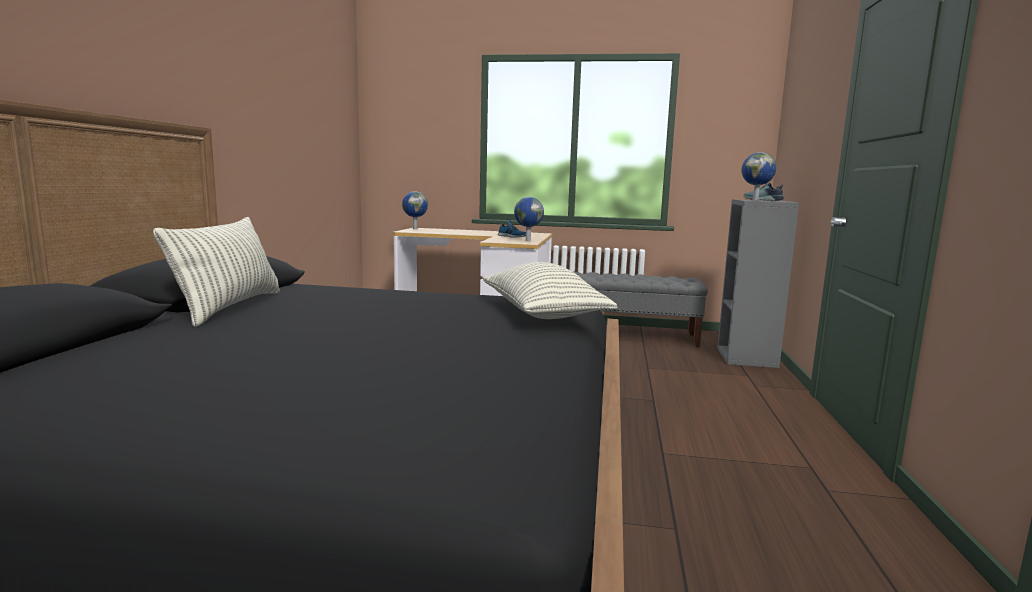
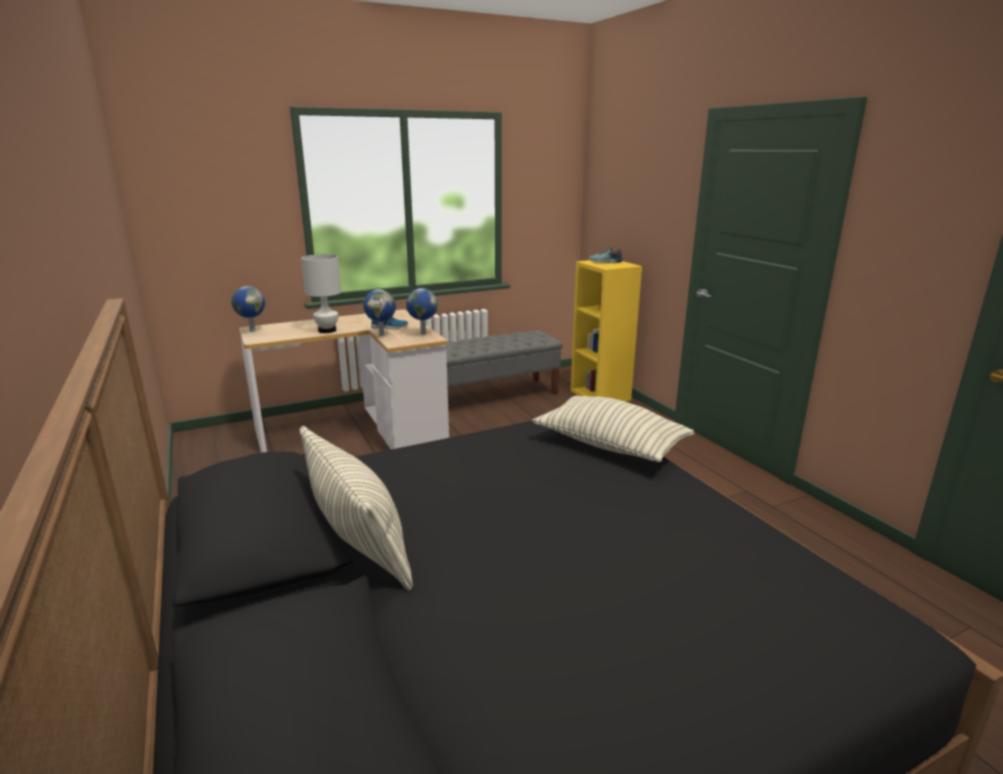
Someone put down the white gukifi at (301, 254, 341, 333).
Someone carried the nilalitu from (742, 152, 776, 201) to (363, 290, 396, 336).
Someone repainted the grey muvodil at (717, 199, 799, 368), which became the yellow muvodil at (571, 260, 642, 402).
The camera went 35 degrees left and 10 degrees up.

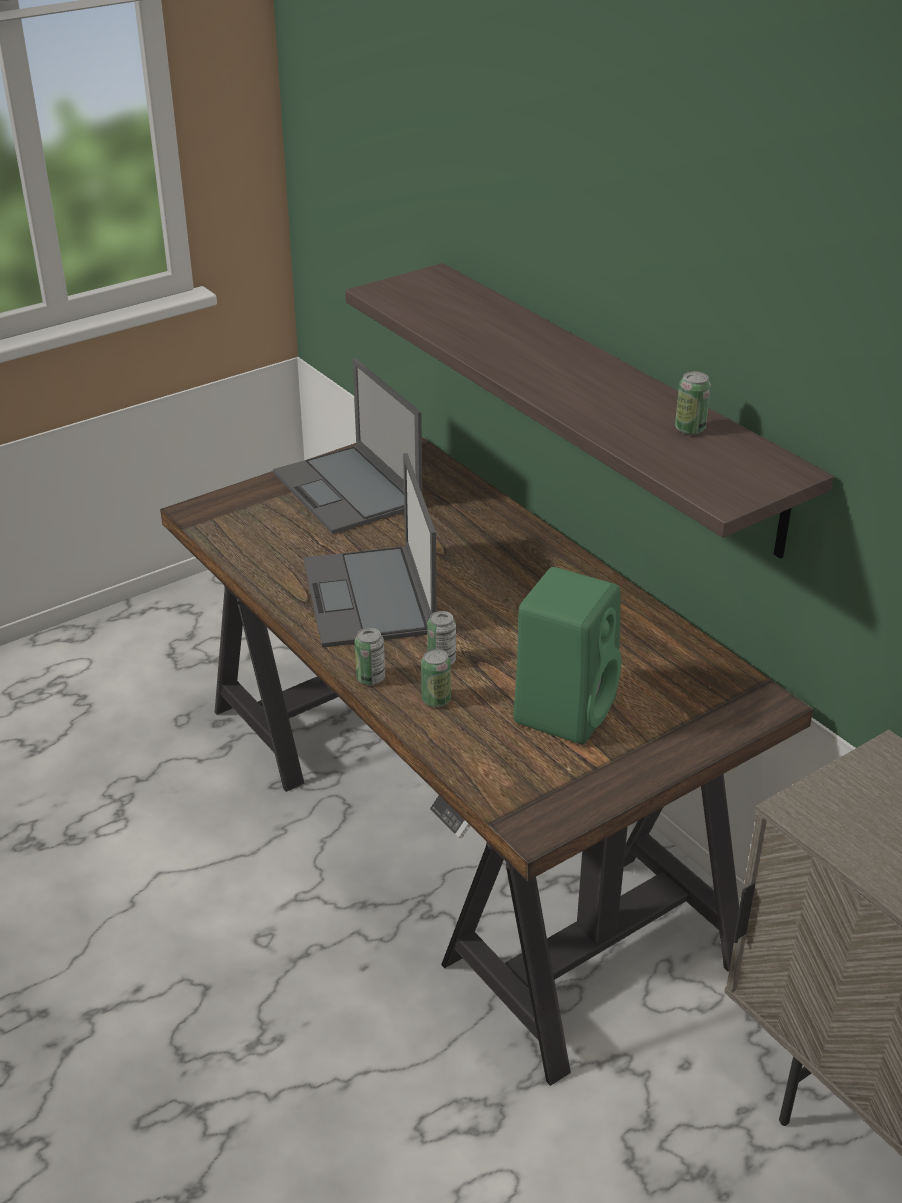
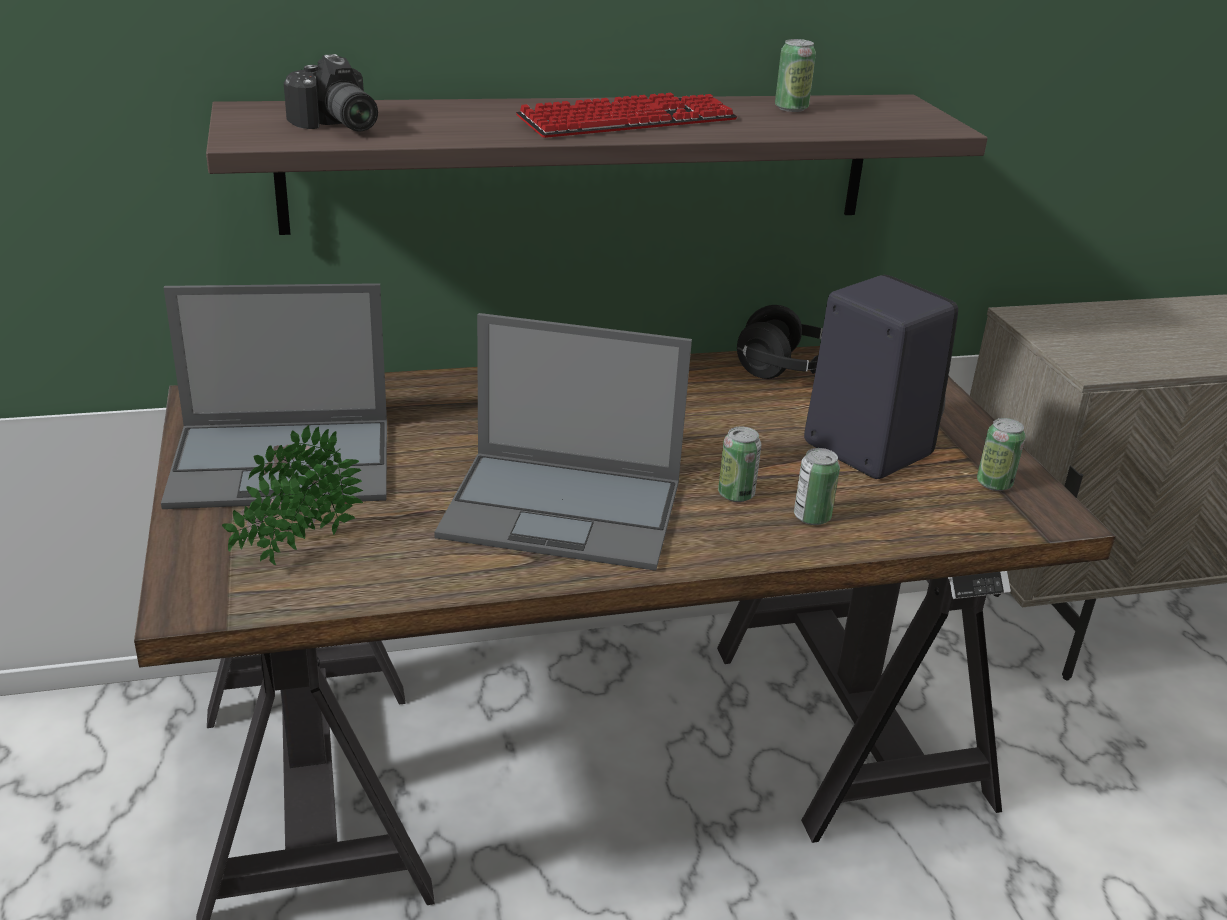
Someone put down the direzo at (222, 425, 363, 565).
Someone put down the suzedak at (284, 54, 378, 131).
Someone put down the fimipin at (516, 93, 738, 138).
Someone put down the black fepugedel at (737, 305, 823, 379).
Someone repainted the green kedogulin at (513, 567, 621, 744), which became the black kedogulin at (804, 275, 958, 479).
Someone carried the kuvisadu from (355, 628, 385, 685) to (977, 418, 1025, 491).
The camera went 70 degrees left and 5 degrees down.

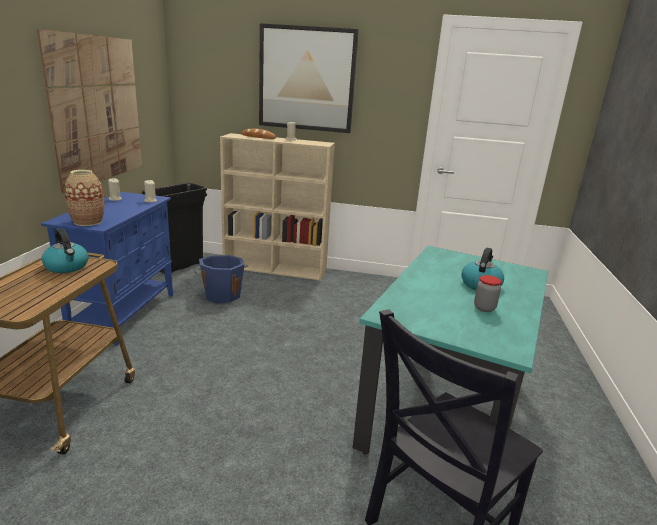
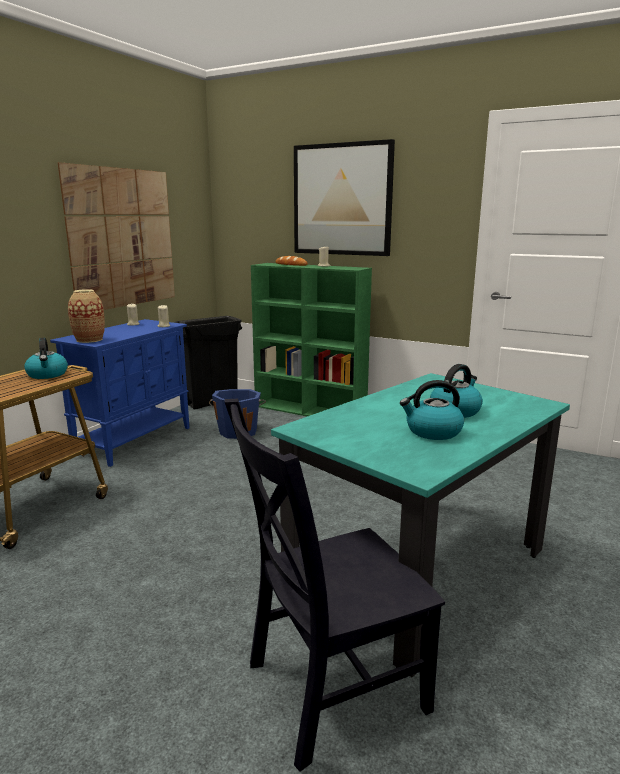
Someone repainted the beige muvodil at (220, 133, 335, 281), which became the green muvodil at (251, 263, 372, 416).
Someone swapped the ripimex at (474, 275, 502, 312) for the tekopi at (400, 380, 464, 440).
The camera went 20 degrees right and 5 degrees down.

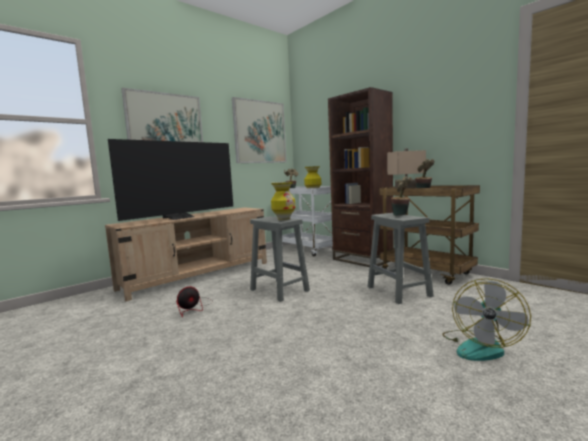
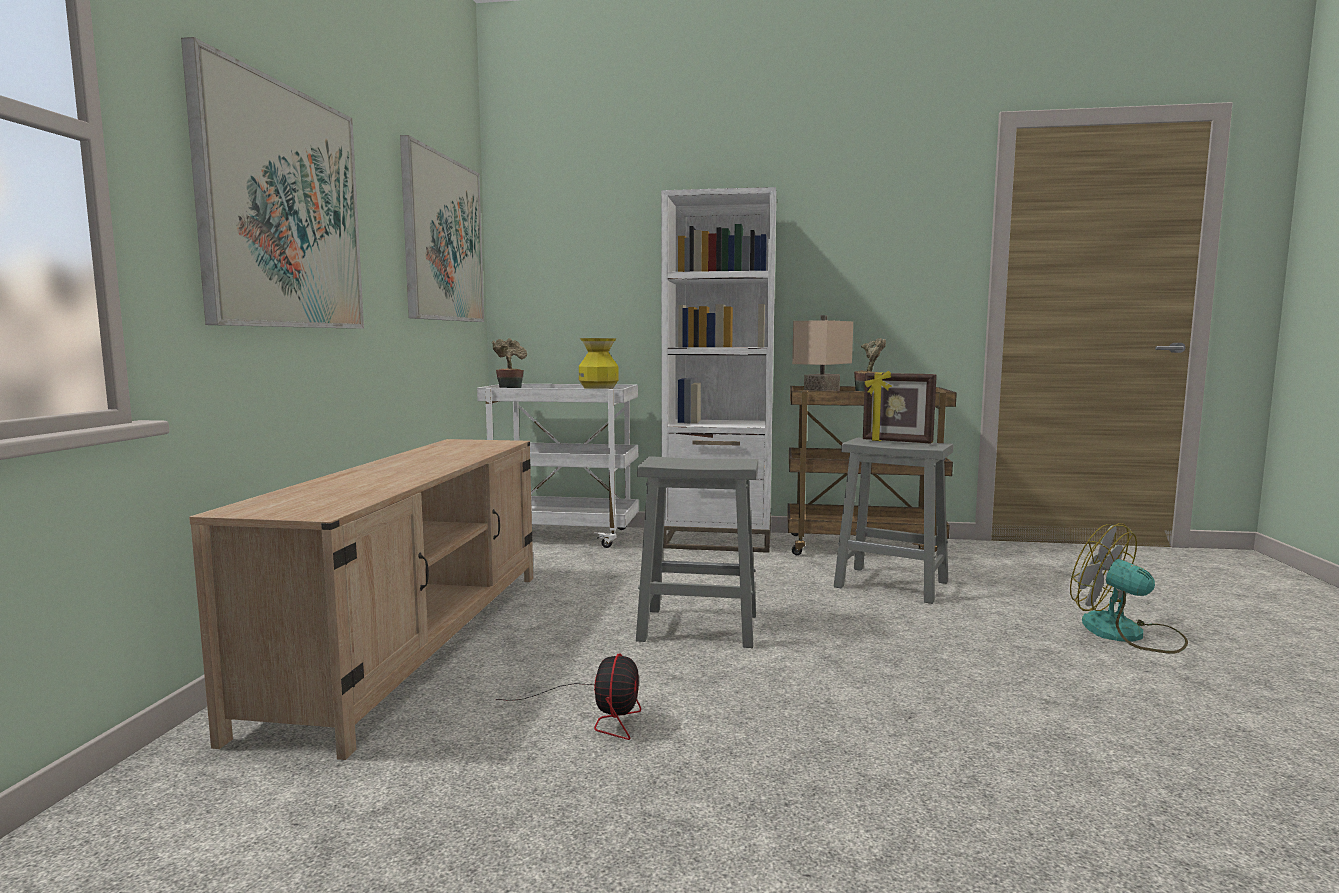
Someone repainted the brown muvodil at (328, 87, 393, 267), which became the white muvodil at (661, 187, 777, 553).
Someone swapped the direzo at (391, 177, 412, 216) for the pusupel at (863, 371, 937, 444).
Someone rotated the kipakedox at (442, 278, 531, 361) by 150 degrees clockwise.
Someone took away the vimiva at (108, 139, 233, 221).
Someone took away the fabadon at (271, 182, 295, 221).
The camera went 40 degrees left and 0 degrees up.

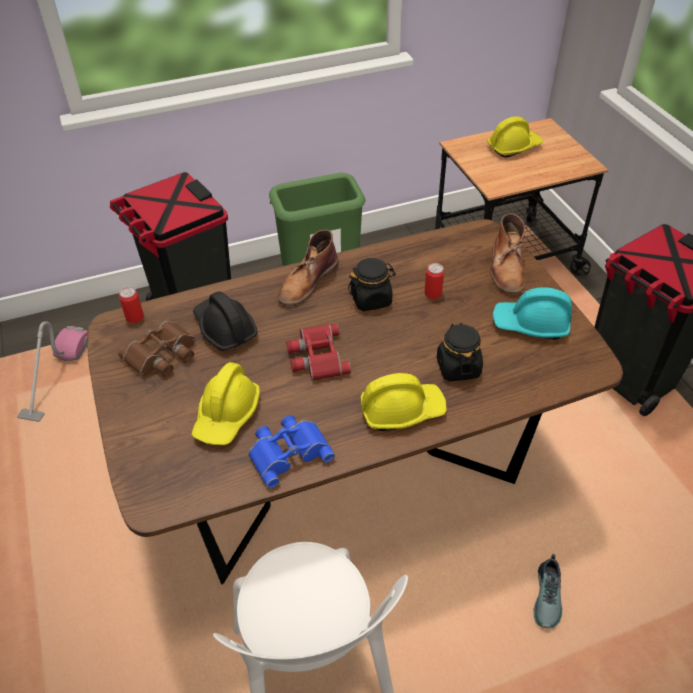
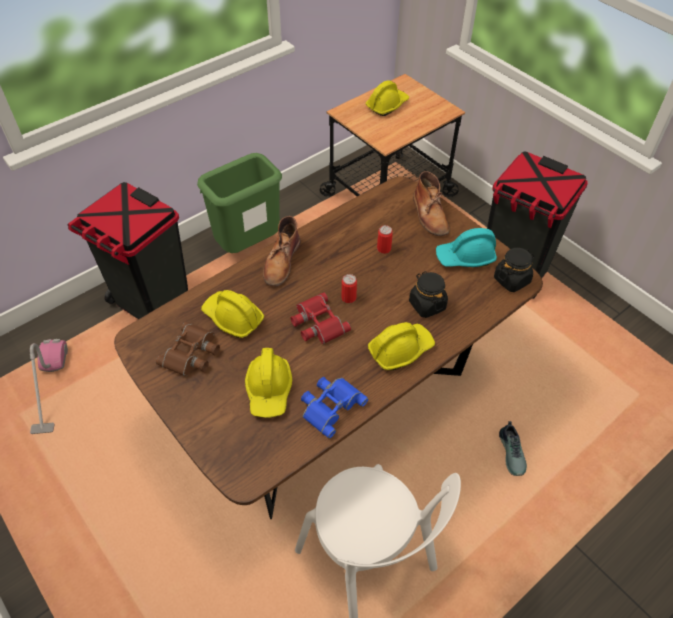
Someone repainted the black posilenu at (193, 291, 258, 351), which became the yellow posilenu at (201, 290, 264, 338).
Someone carried the kuvisadu from (119, 287, 144, 323) to (342, 274, 357, 303).
Someone carried the black ripimex from (348, 258, 396, 311) to (494, 248, 534, 292).
The camera went 20 degrees left and 5 degrees up.

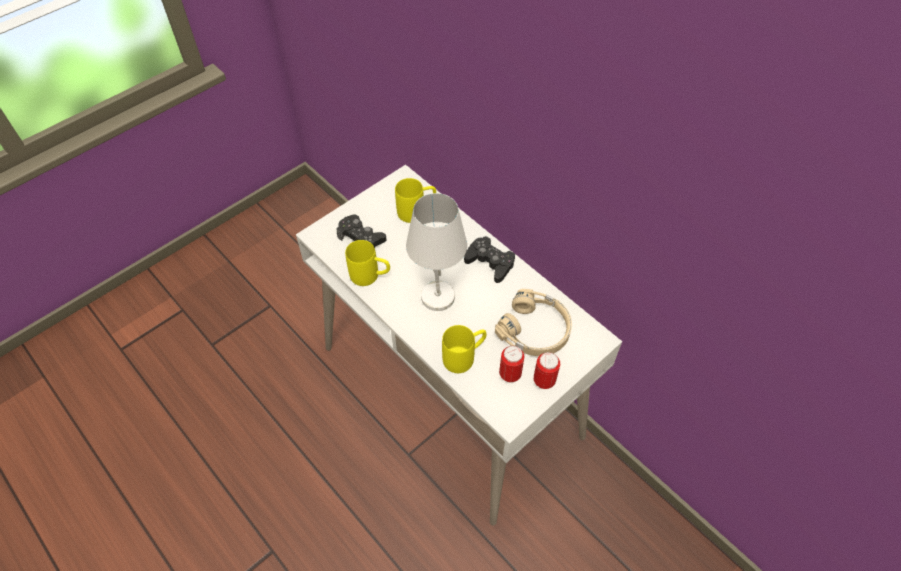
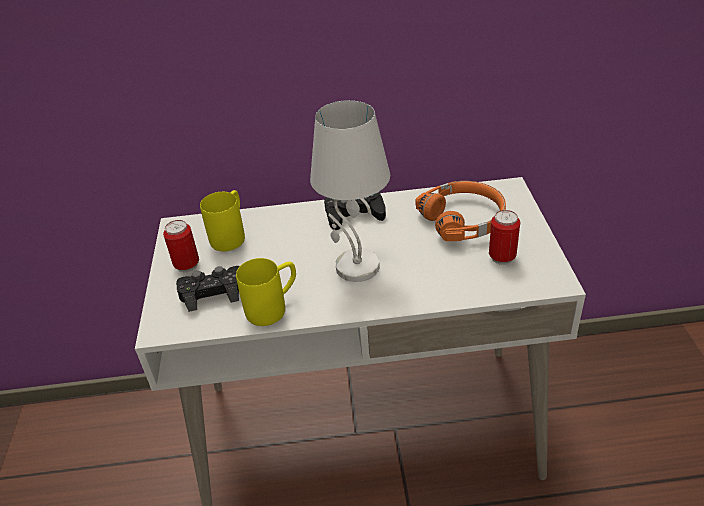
Someone carried the kuvisadu from (534, 352, 560, 389) to (163, 220, 199, 272).
Someone repainted the beige fepugedel at (495, 289, 572, 356), which became the orange fepugedel at (416, 181, 506, 241).
Someone took away the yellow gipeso at (442, 325, 486, 373).
The camera went 50 degrees left and 15 degrees down.

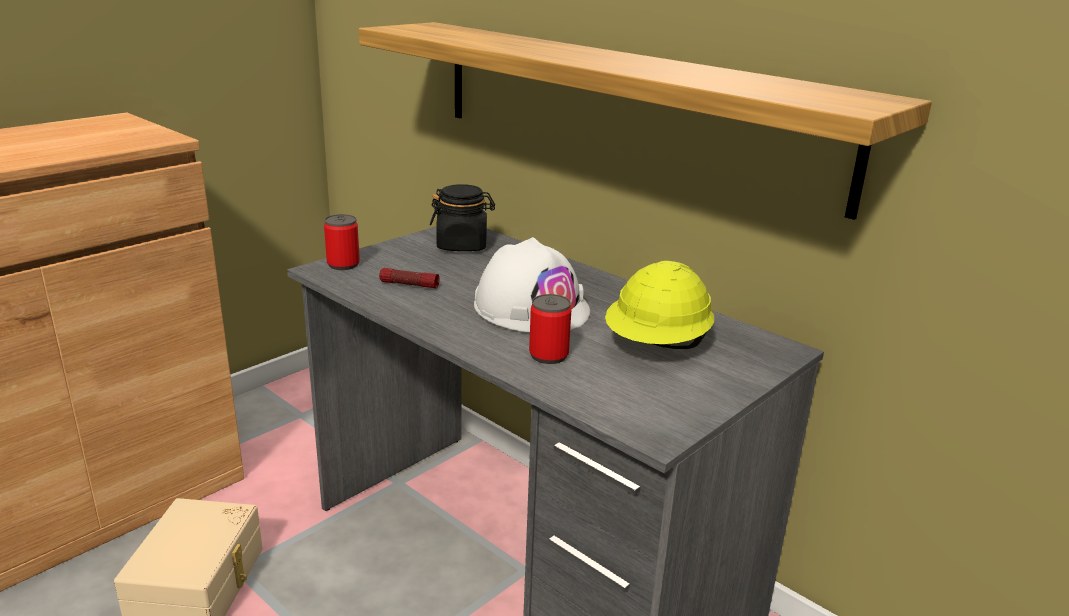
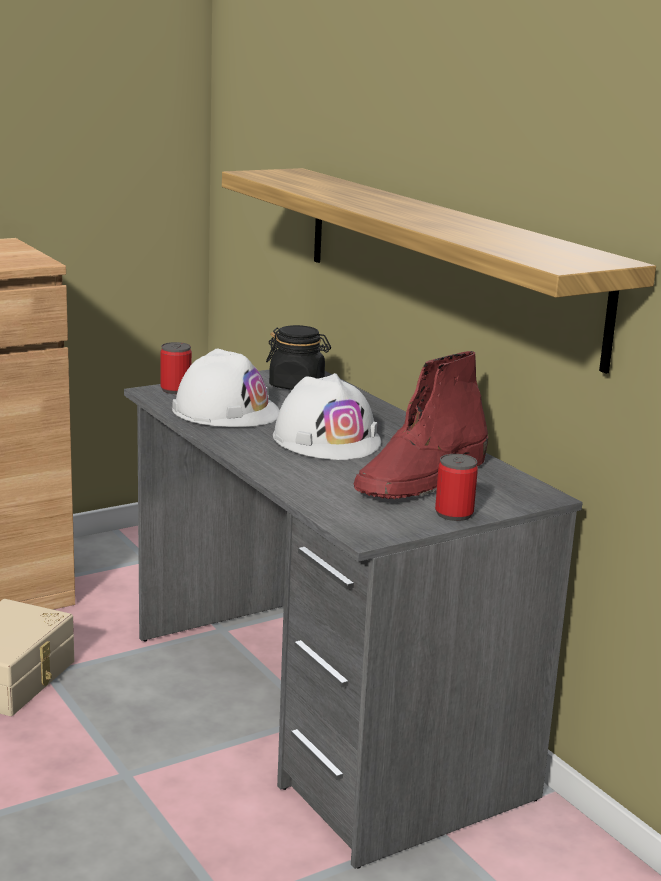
Someone swapped the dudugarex at (379, 268, 440, 288) for the white posilenu at (172, 348, 280, 427).
Someone swapped the yellow posilenu at (605, 261, 714, 349) for the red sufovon at (354, 351, 488, 499).
Someone carried the kuvisadu from (529, 294, 572, 364) to (435, 454, 478, 521).
The camera went 15 degrees right and 5 degrees down.

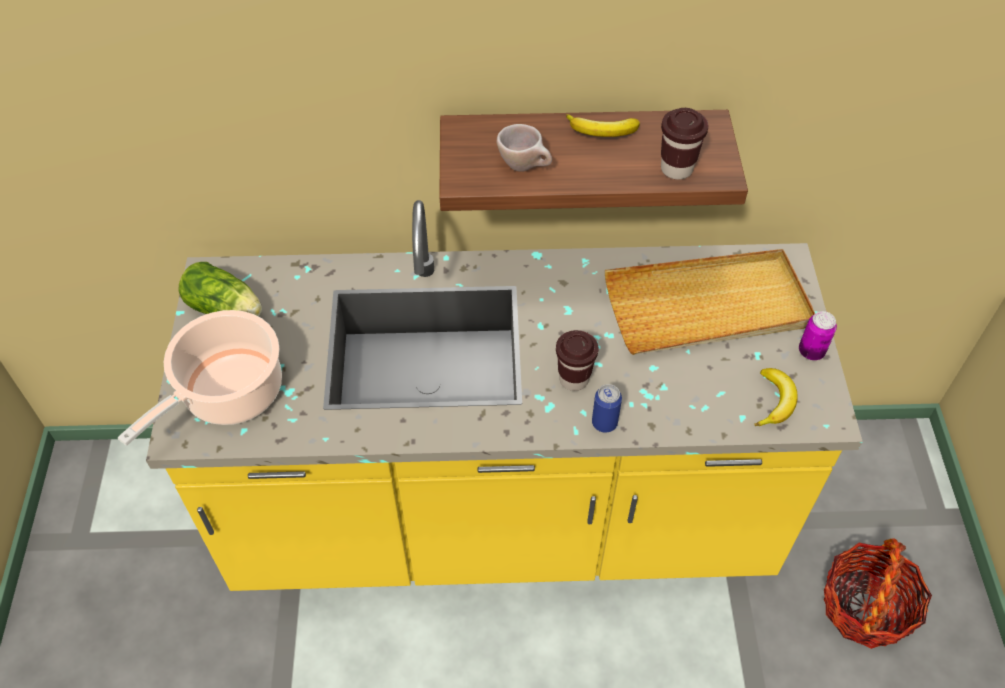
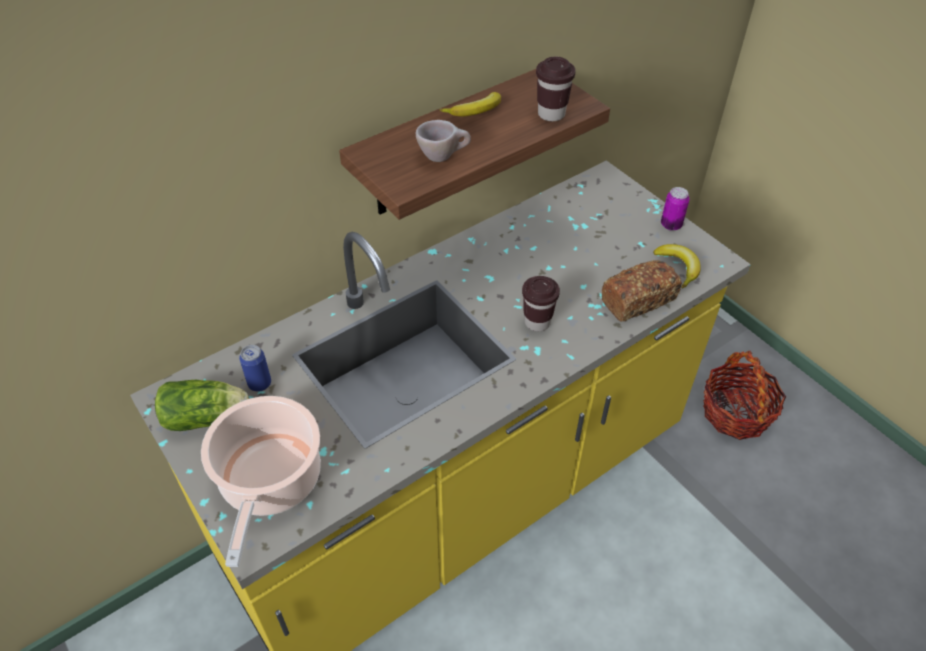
Someone carried the kuvisadu from (592, 384, 622, 433) to (239, 345, 271, 392).
Someone put down the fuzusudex at (601, 260, 682, 322).
Someone took away the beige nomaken at (605, 249, 815, 355).
The camera went 35 degrees left and 5 degrees down.

